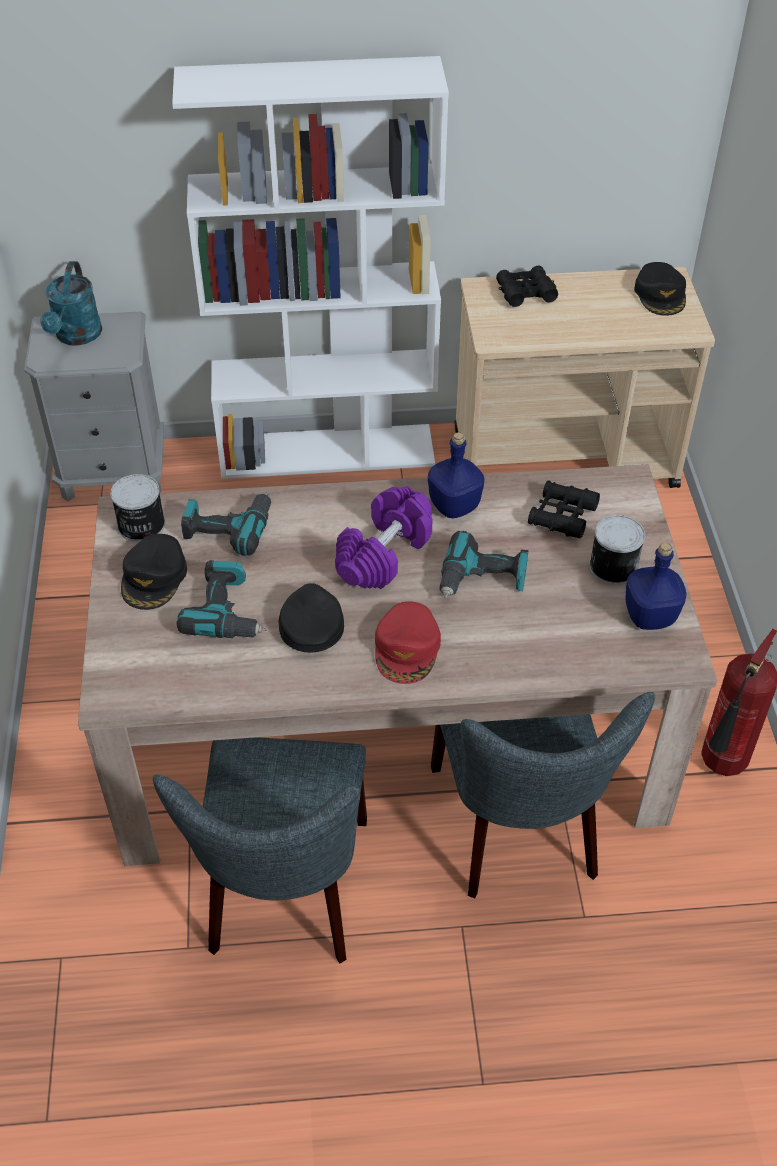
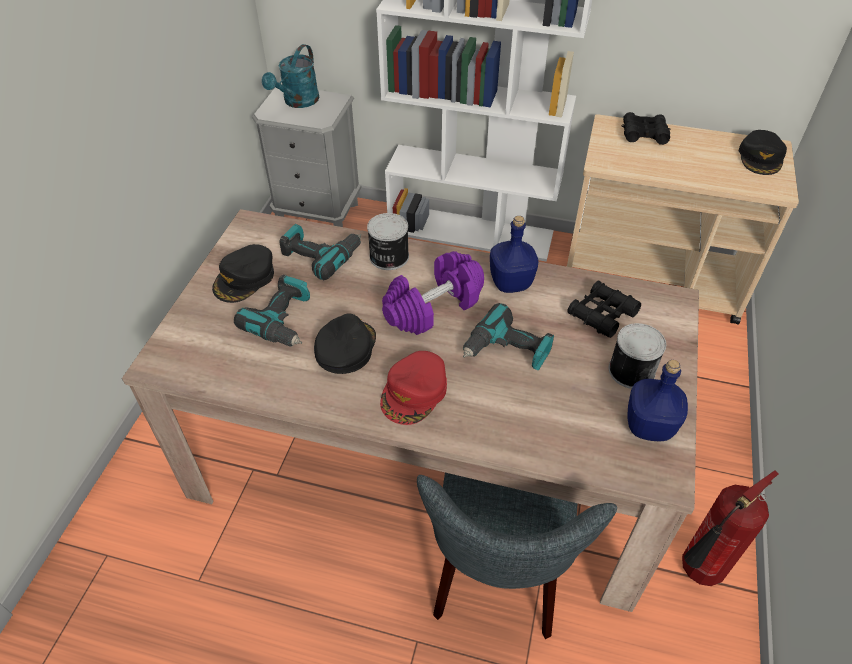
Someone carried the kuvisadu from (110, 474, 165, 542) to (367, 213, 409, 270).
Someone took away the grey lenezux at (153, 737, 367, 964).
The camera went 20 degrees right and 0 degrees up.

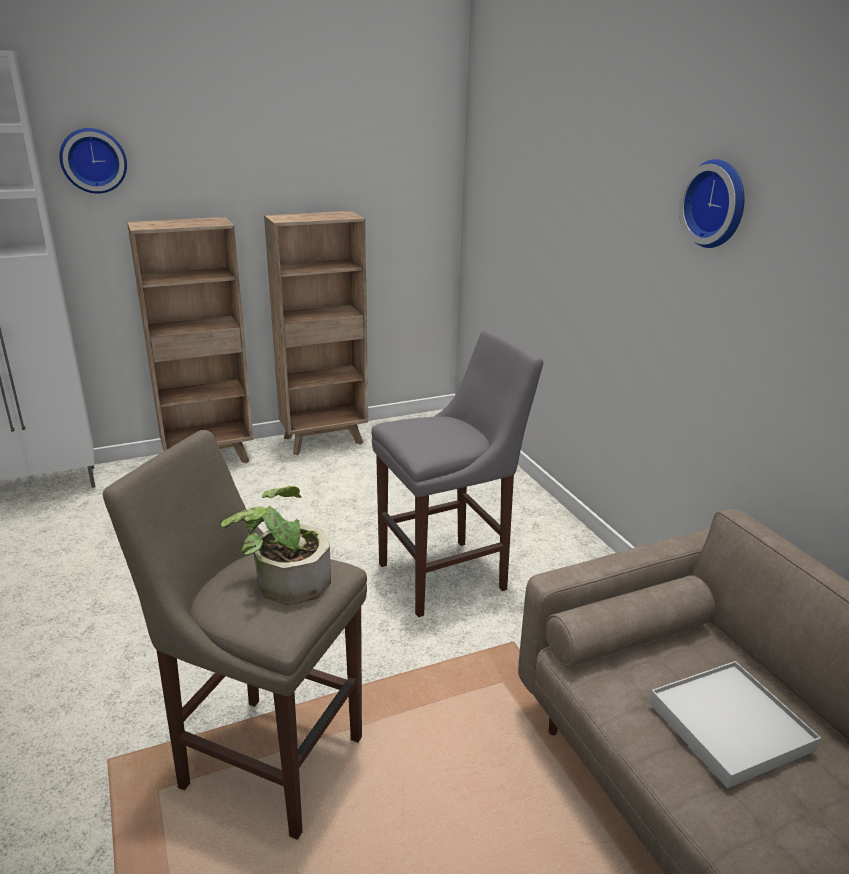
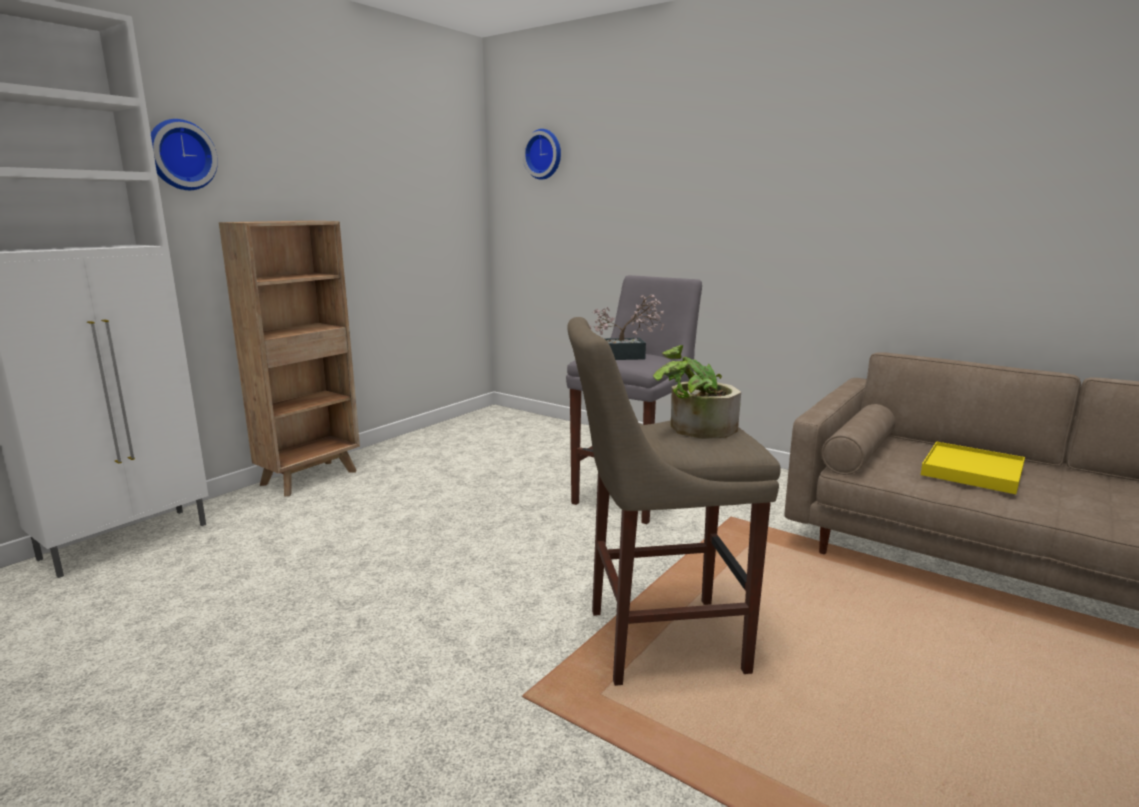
Someone carried the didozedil from (679, 159, 745, 248) to (522, 129, 561, 180).
Someone put down the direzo at (589, 294, 665, 360).
Someone repainted the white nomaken at (649, 661, 821, 788), which became the yellow nomaken at (921, 441, 1025, 494).
Someone took away the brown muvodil at (264, 211, 368, 455).
The camera went 30 degrees left and 10 degrees down.

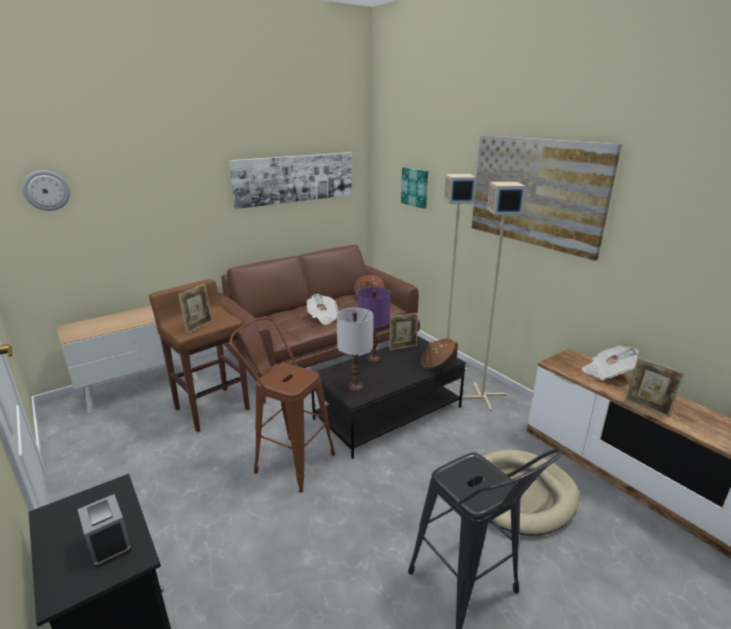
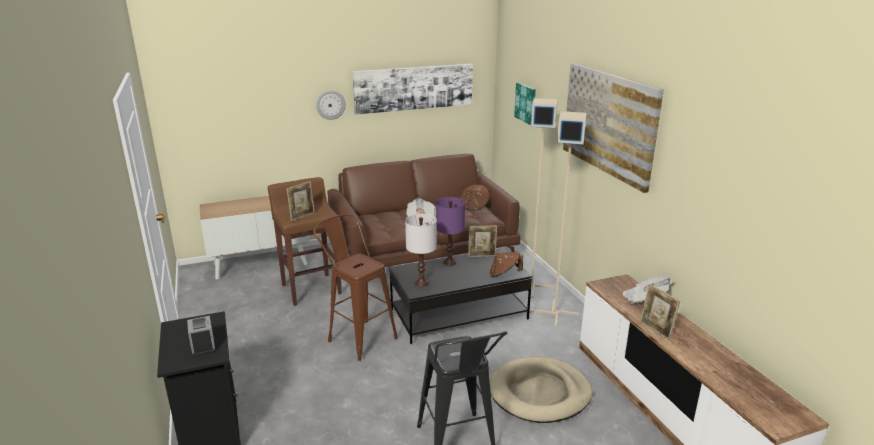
Someone carried the didozedil from (22, 170, 70, 211) to (316, 90, 346, 120).
The camera went 15 degrees right and 0 degrees up.

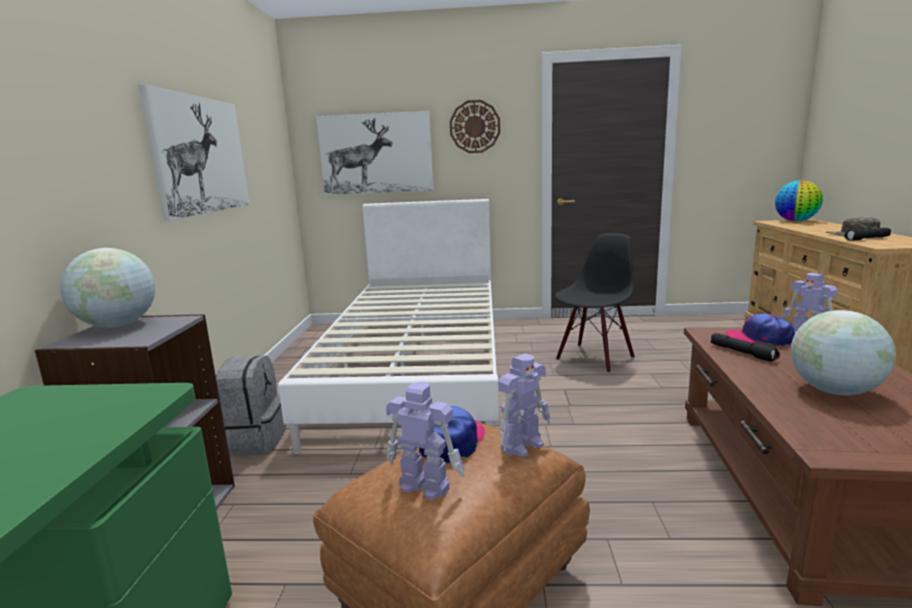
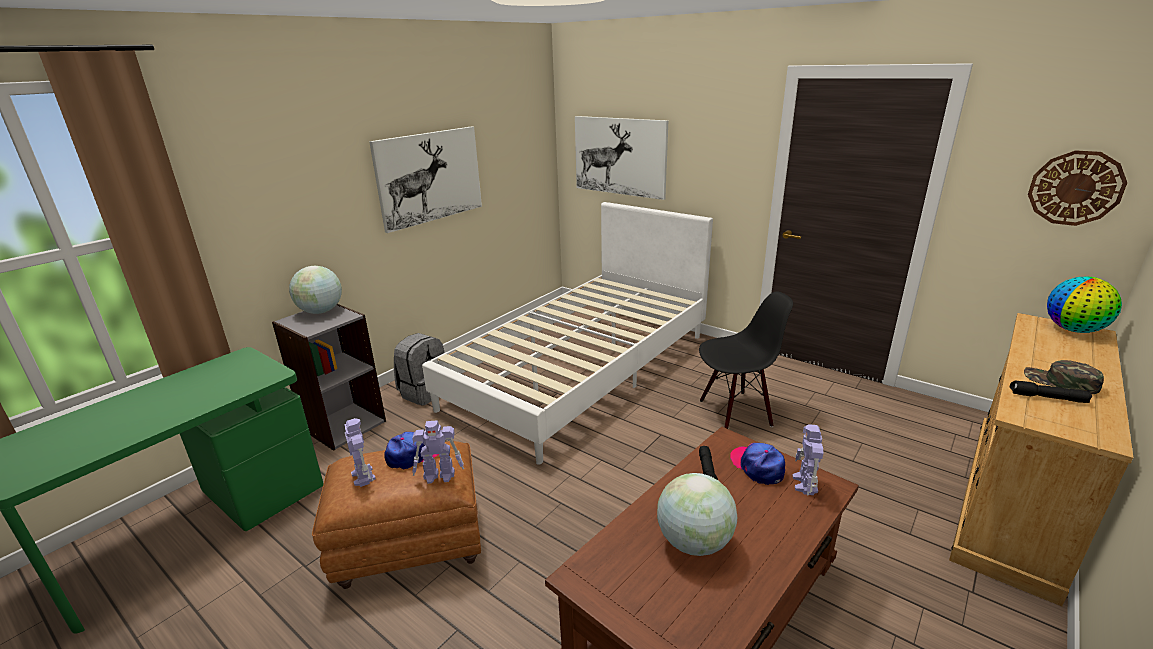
Someone carried the didozedil from (450, 100, 500, 153) to (1028, 150, 1127, 226).
The camera went 35 degrees right and 10 degrees up.

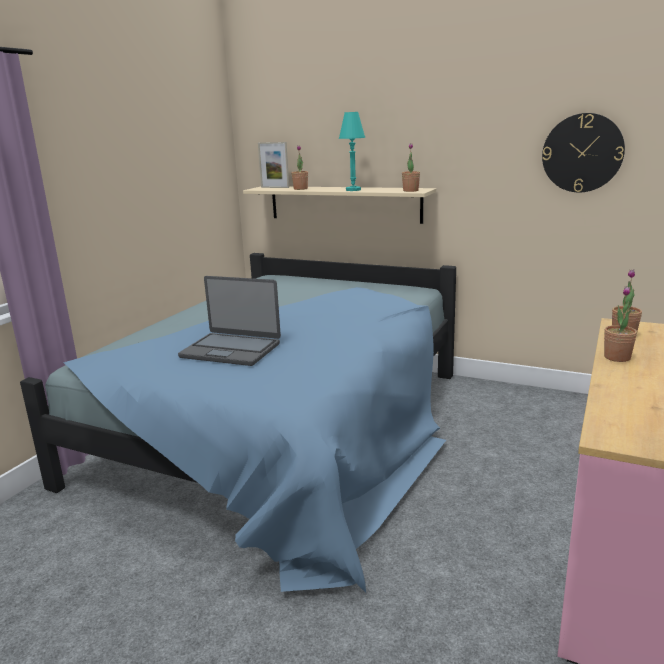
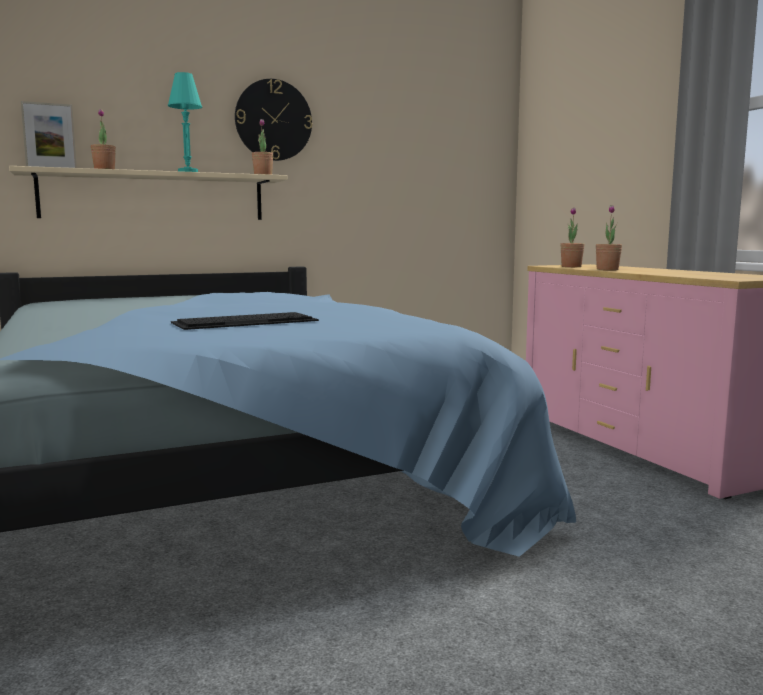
Someone swapped the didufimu at (178, 276, 281, 366) for the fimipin at (171, 312, 319, 330).
Someone carried the didozedil from (542, 113, 625, 192) to (235, 79, 312, 161).
The camera went 50 degrees left and 10 degrees down.

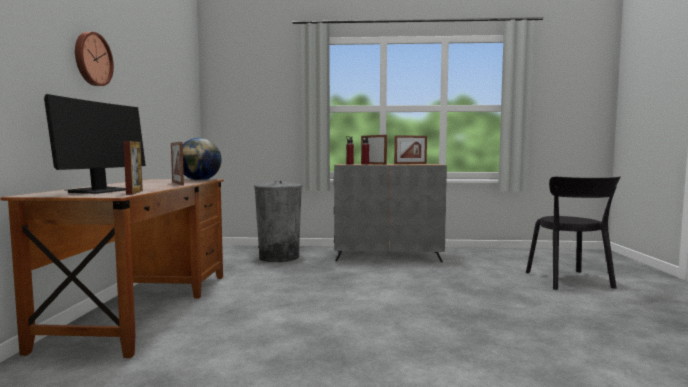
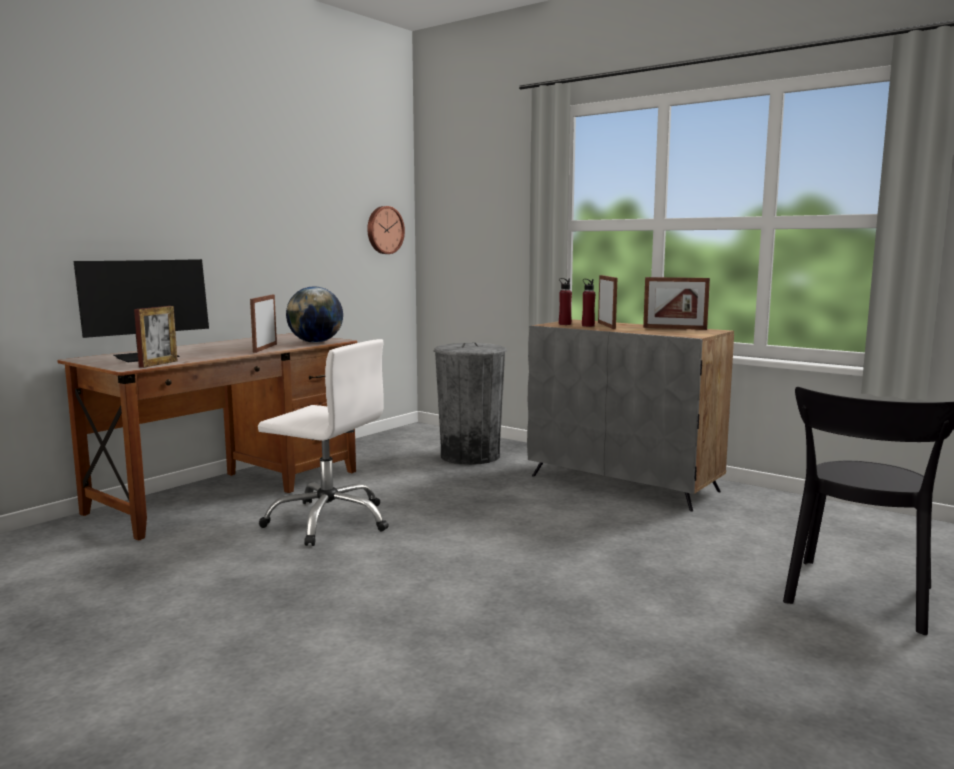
Someone put down the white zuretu at (258, 339, 389, 546).
Someone carried the didozedil from (75, 32, 114, 86) to (367, 206, 405, 254).
The camera went 35 degrees right and 5 degrees up.

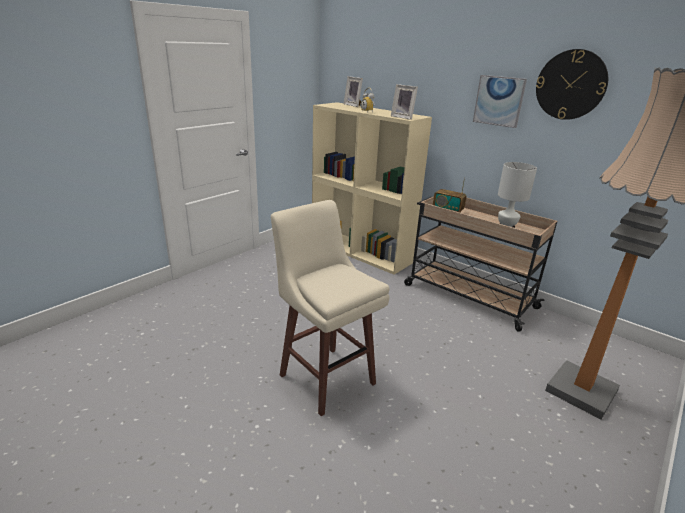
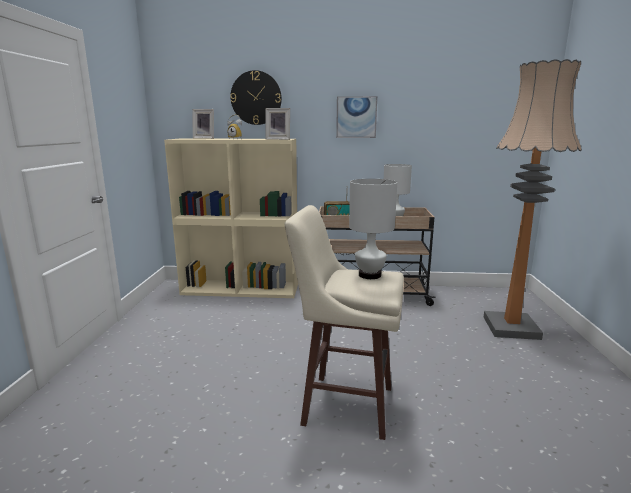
Someone carried the didozedil from (536, 49, 608, 120) to (230, 70, 282, 125).
Someone put down the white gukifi at (349, 179, 397, 279).
The camera went 35 degrees left and 10 degrees down.

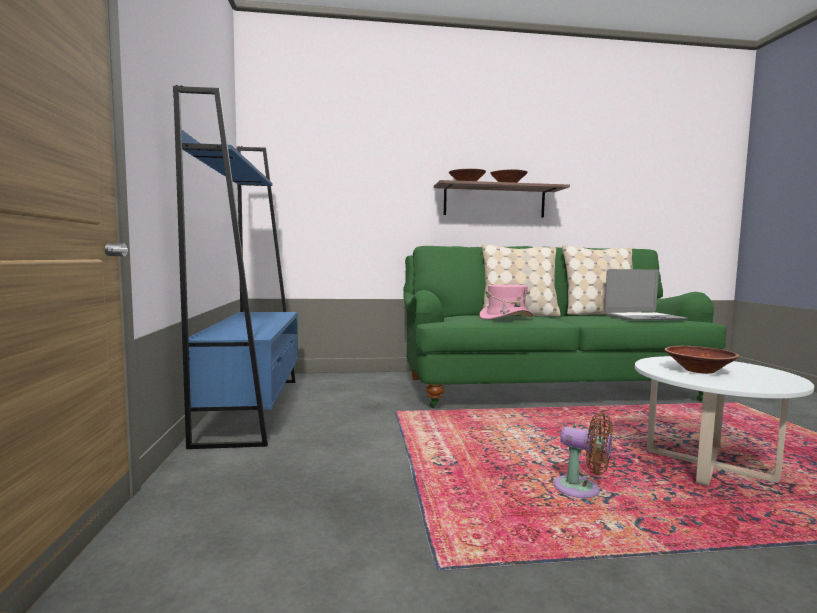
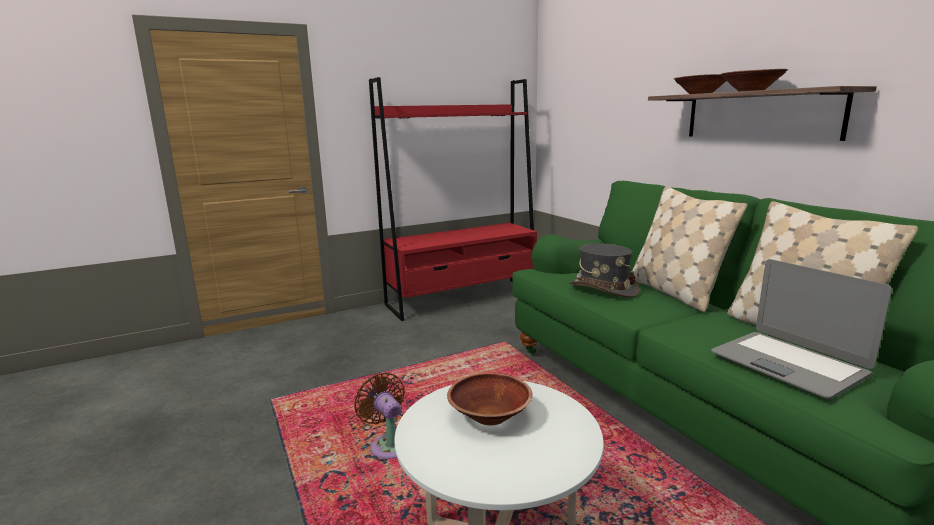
Someone rotated the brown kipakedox at (554, 413, 613, 498) by 135 degrees clockwise.
Someone repainted the blue muvodil at (173, 85, 298, 449), which became the red muvodil at (369, 77, 537, 321).
Someone repainted the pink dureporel at (480, 284, 534, 320), which became the grey dureporel at (569, 243, 640, 298).
The camera went 70 degrees right and 10 degrees up.

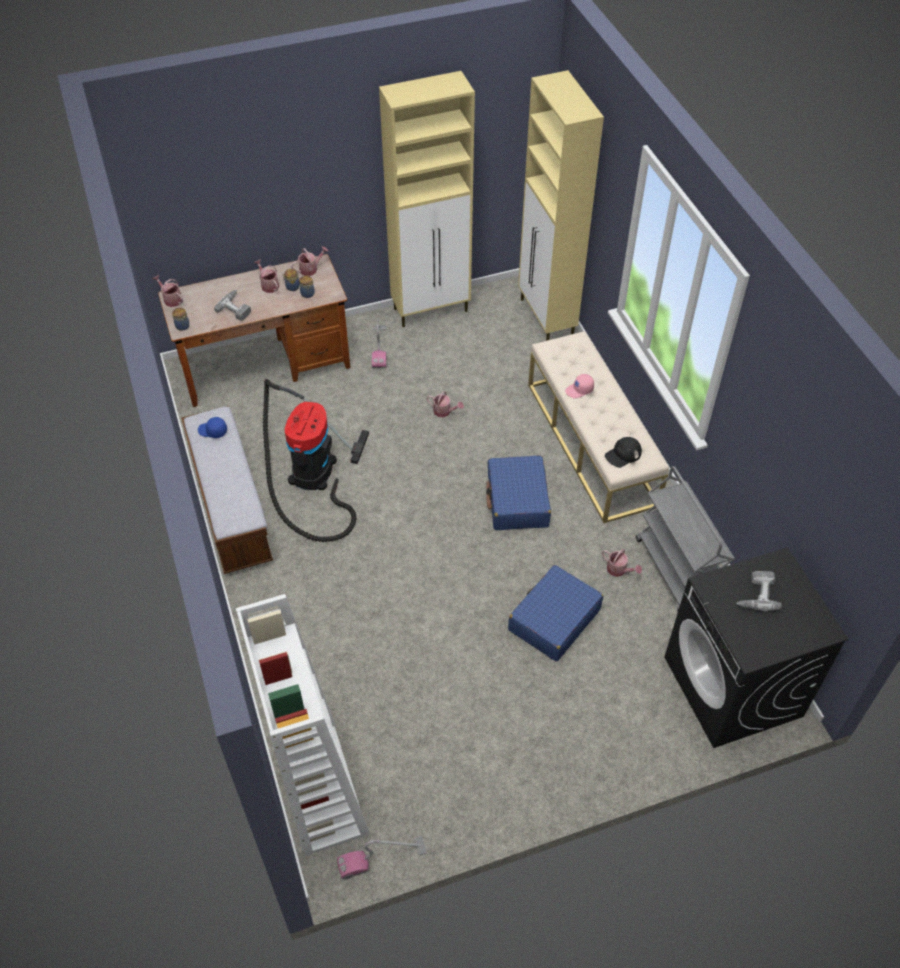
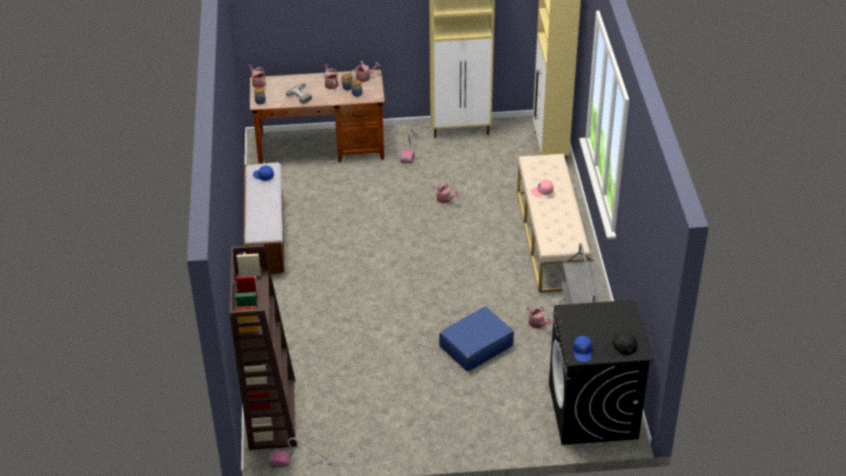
Someone repainted the white muvodil at (236, 594, 370, 856), which became the brown muvodil at (229, 244, 297, 450).
Someone put down the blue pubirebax at (573, 336, 592, 362).
Someone carried the black pubirebax from (605, 437, 642, 468) to (603, 332, 637, 357).
Someone took away the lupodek at (263, 379, 369, 542).
Someone took away the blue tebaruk at (486, 456, 551, 530).
Someone took away the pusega at (736, 571, 782, 611).
The camera went 15 degrees right and 10 degrees down.

